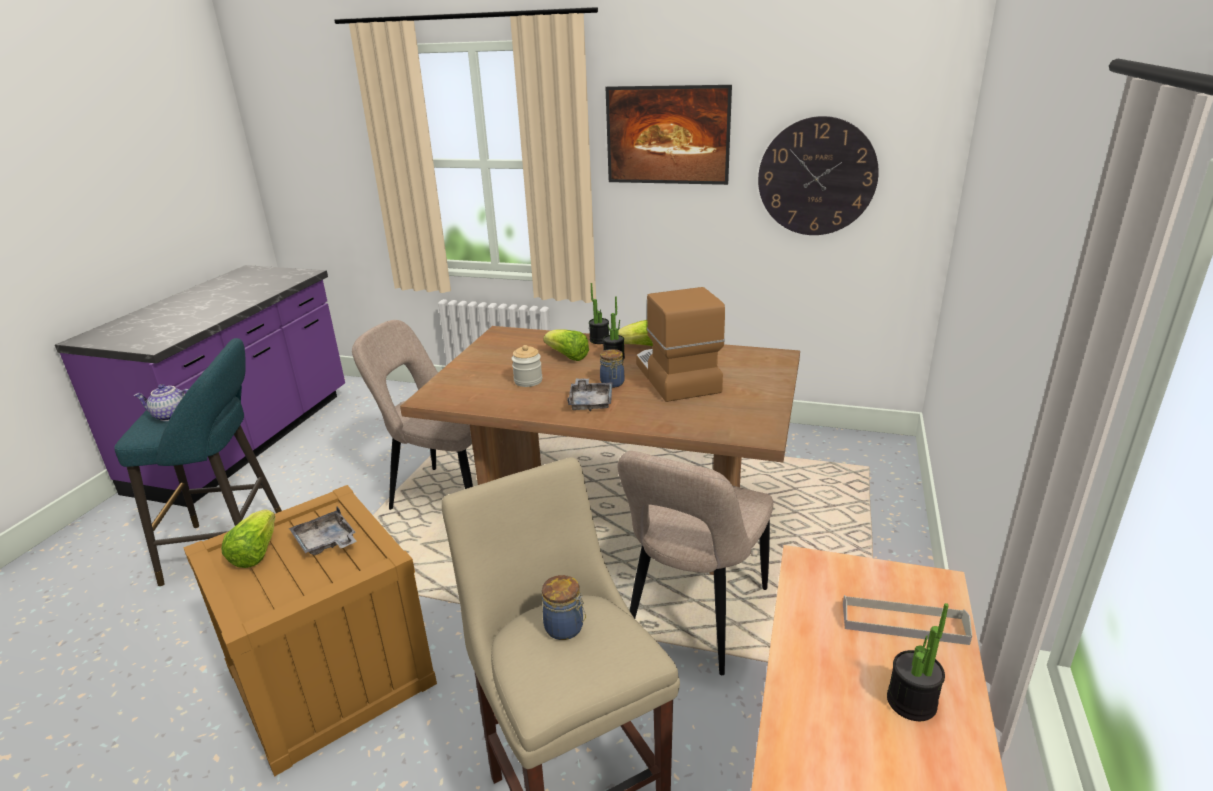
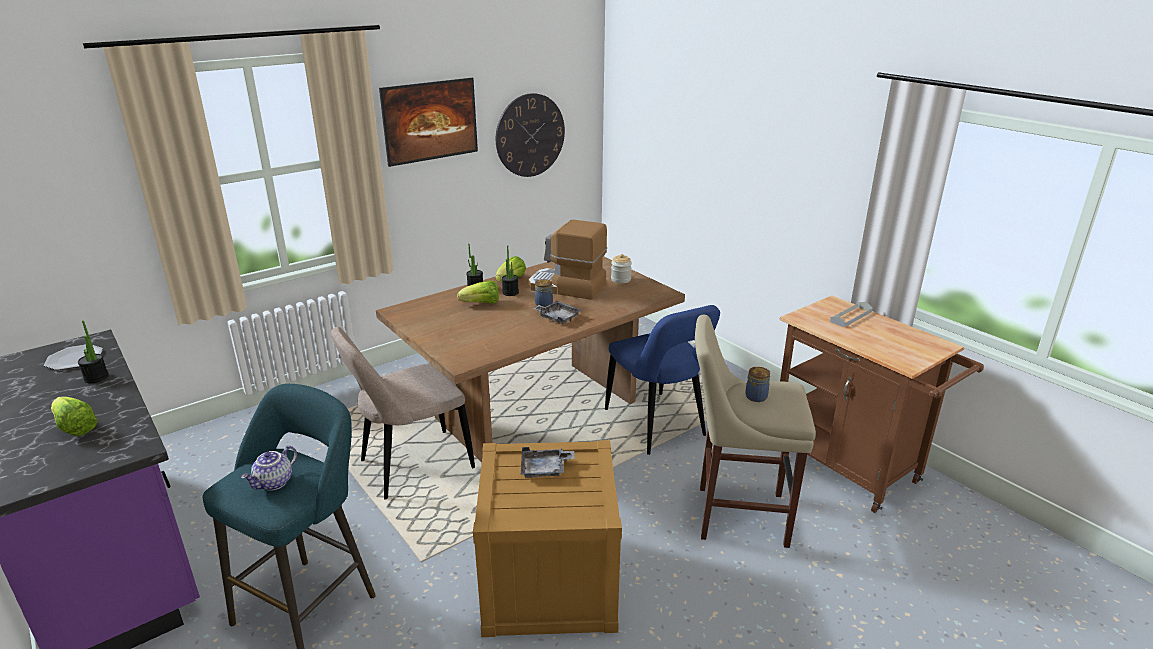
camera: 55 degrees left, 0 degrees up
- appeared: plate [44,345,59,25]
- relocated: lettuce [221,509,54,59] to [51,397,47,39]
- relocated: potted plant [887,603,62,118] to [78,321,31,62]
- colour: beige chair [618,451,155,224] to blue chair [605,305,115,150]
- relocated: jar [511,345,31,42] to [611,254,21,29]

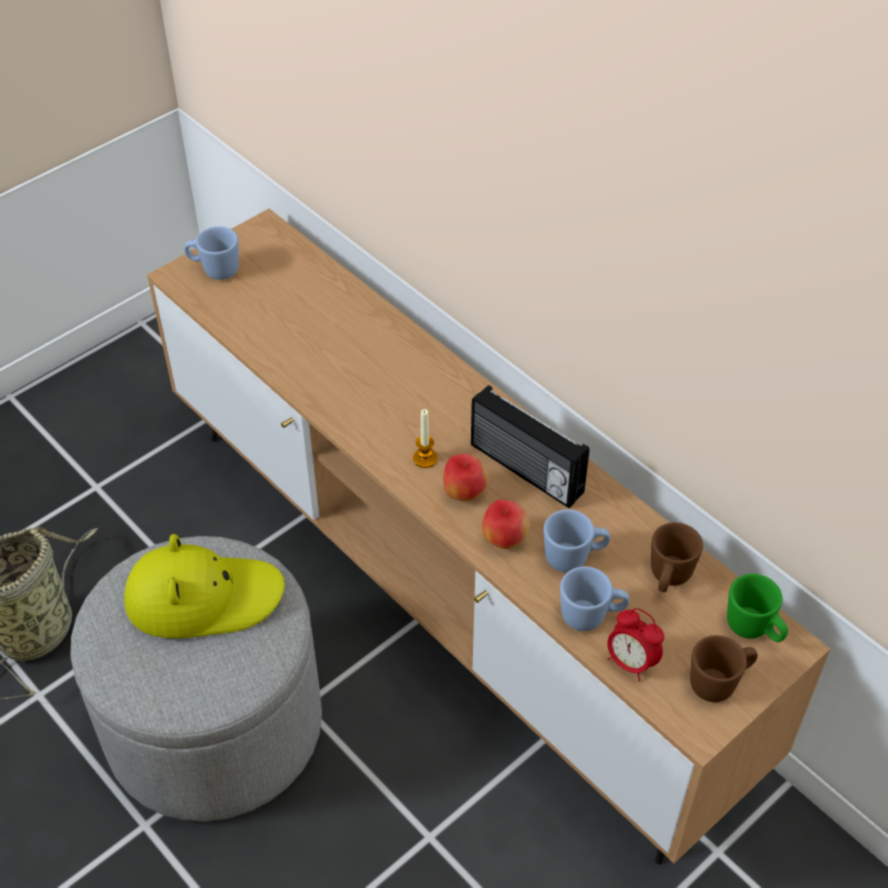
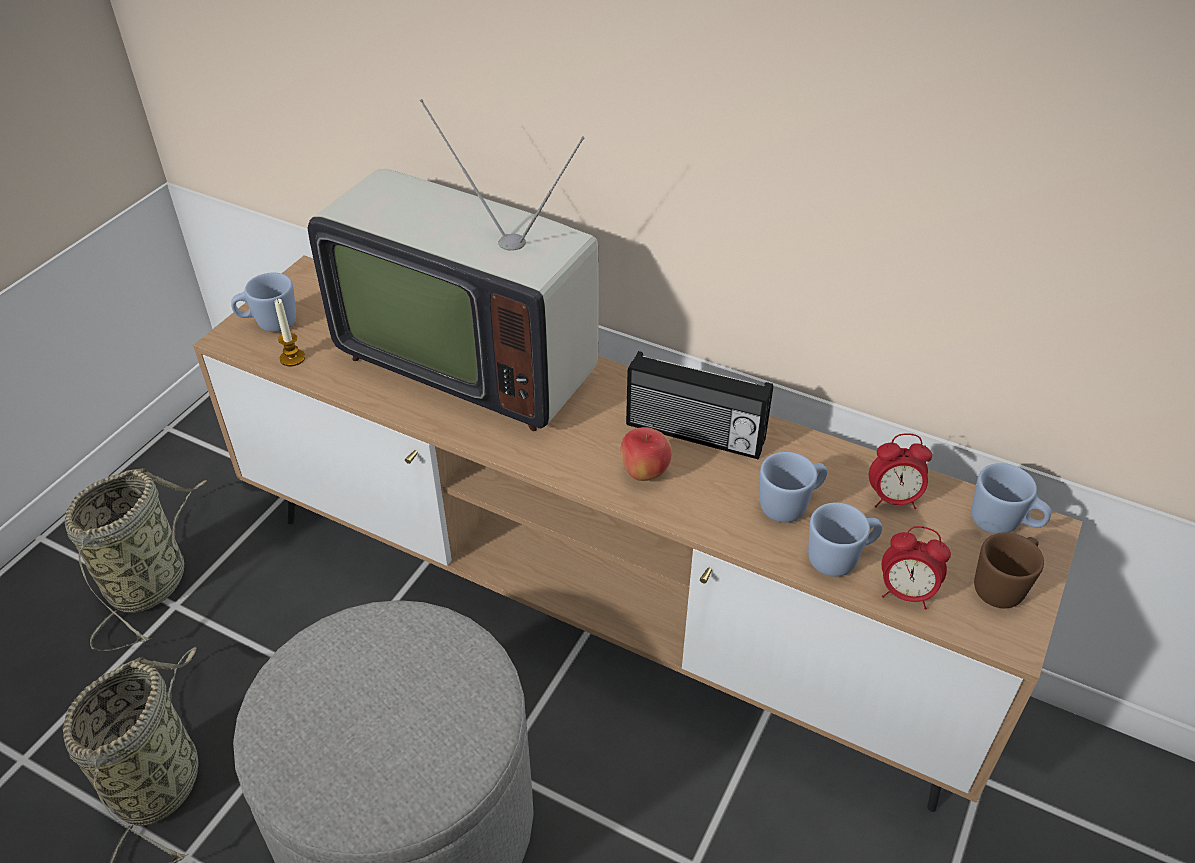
camera: 20 degrees left, 5 degrees down
- appeared: basket [65,468,142,183]
- relocated: candle [413,409,24,59] to [275,299,30,67]
- appeared: television [307,99,292,332]
- exchanged: brown mug [651,522,52,70] to alarm clock [869,433,63,76]
- colour: green mug [727,574,61,68] to blue mug [971,463,81,71]
- missing: yellow hat [124,534,161,104]
- missing: apple [482,499,48,50]

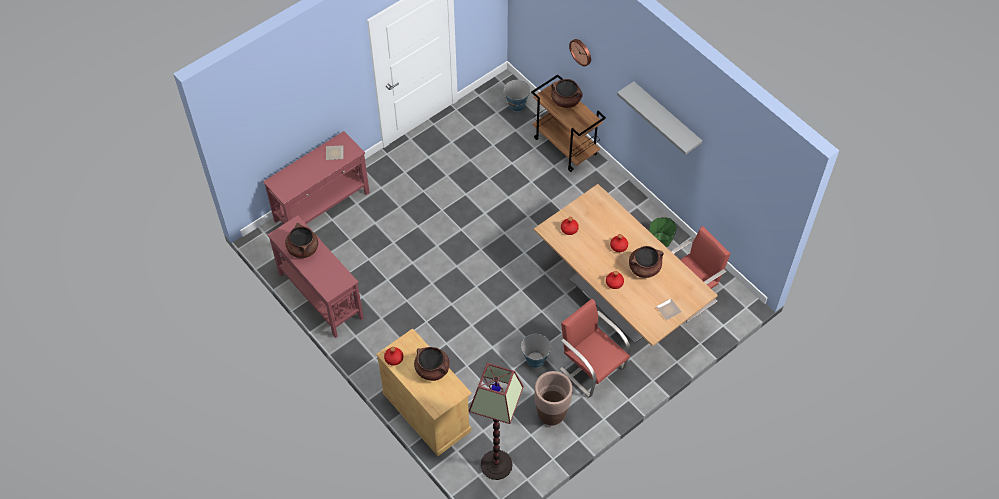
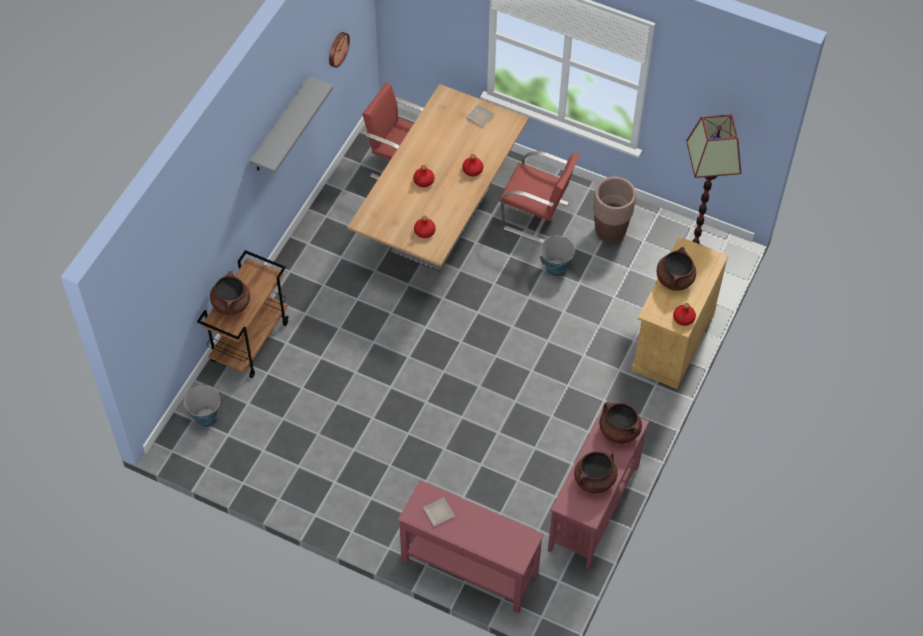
camera: 115 degrees left, 0 degrees up
- relocated: wall clock [569,39,22,27] to [329,32,21,36]
- spun: red chair [560,299,71,99] = [499,151,81,92] 90 degrees counterclockwise
- relocated: brown cooking pot [629,246,35,32] to [599,402,43,42]
- missing: green bucket [649,217,28,30]

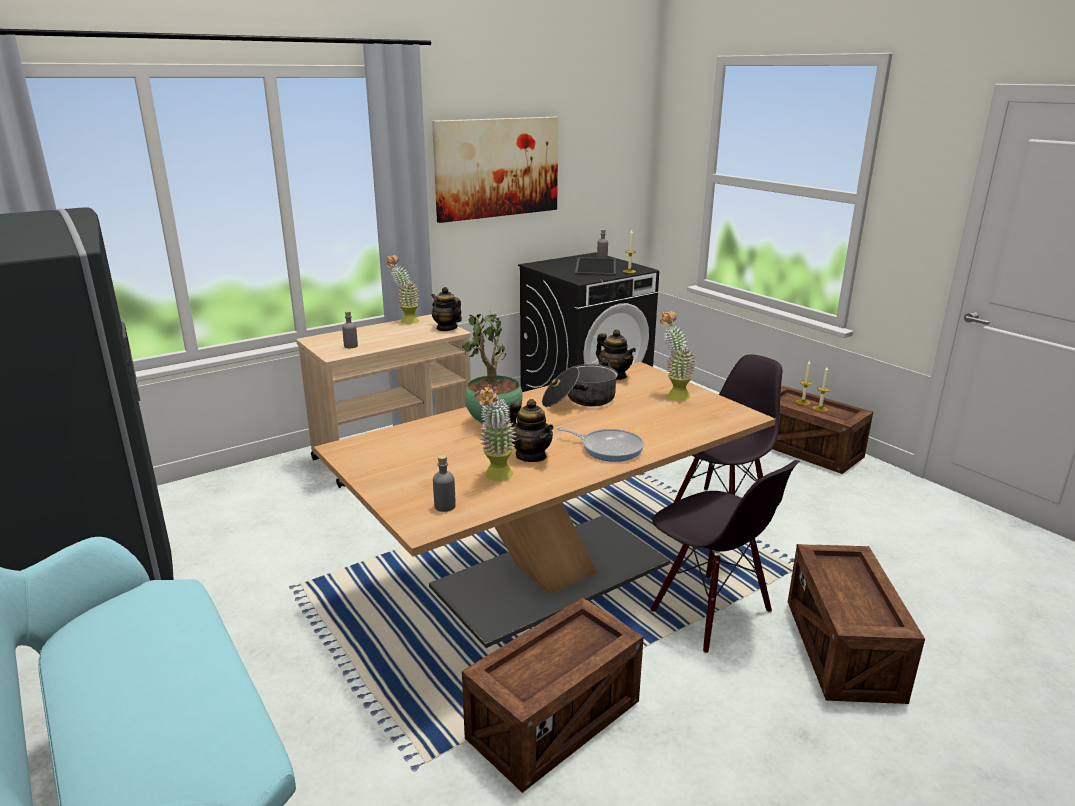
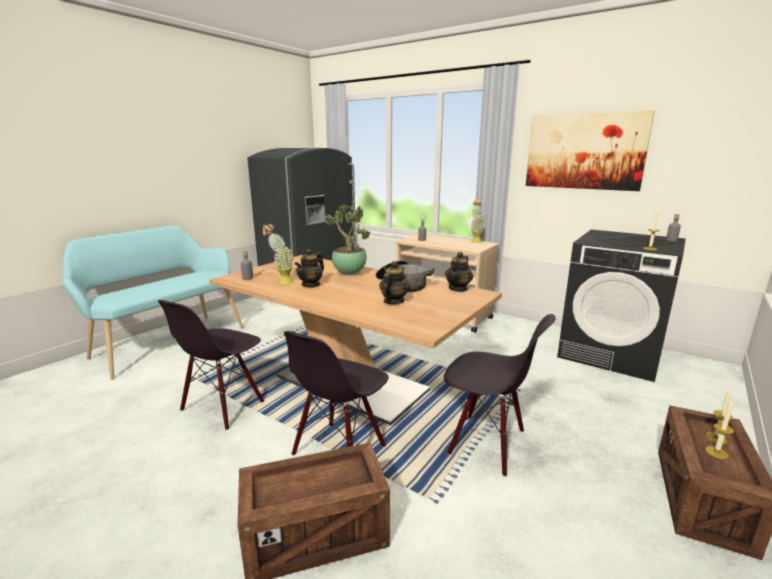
camera: 70 degrees right, 5 degrees down
- exchanged: crate [462,597,182,196] to black chair [158,300,106,131]
- relocated: teapot [431,287,31,44] to [379,261,30,43]
- missing: frying pan [556,427,88,35]
- missing: potted plant [660,311,35,90]

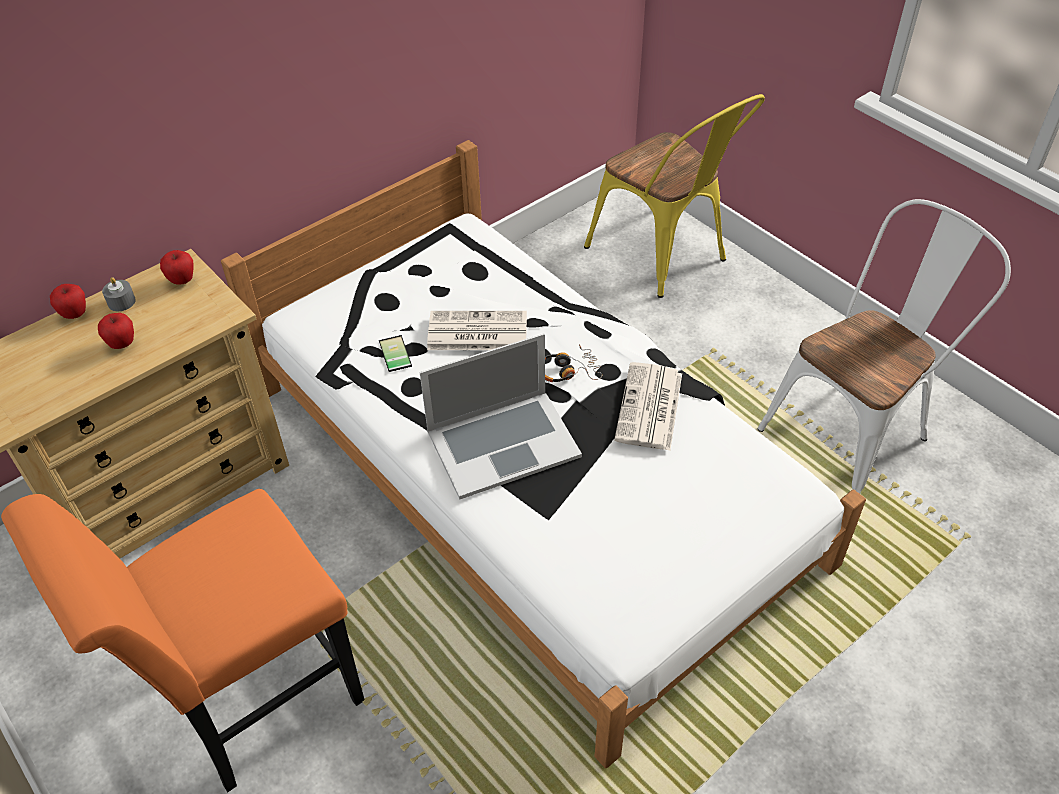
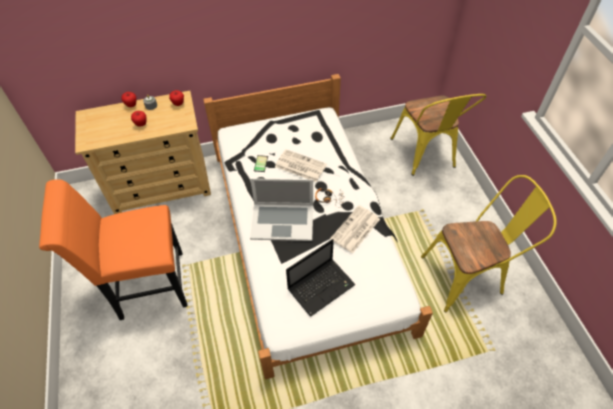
camera: 25 degrees right, 5 degrees up
- appeared: laptop [286,239,70,78]
- colour: white chair [758,199,253,295] to yellow chair [421,175,136,137]

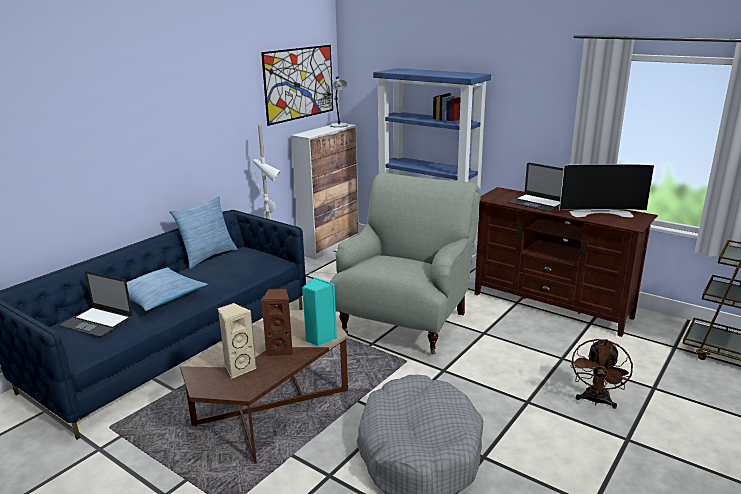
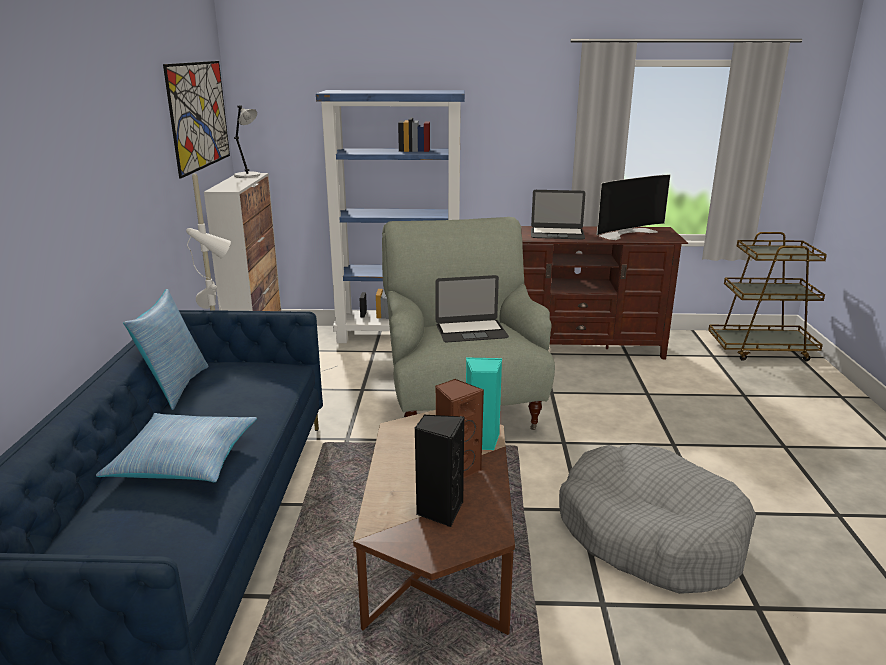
camera: 35 degrees left, 0 degrees up
- colour: beige speaker [218,303,39,75] to black speaker [415,414,49,113]
- relocated: laptop [60,271,72,66] to [435,275,74,67]
- missing: brown fan [570,339,63,70]

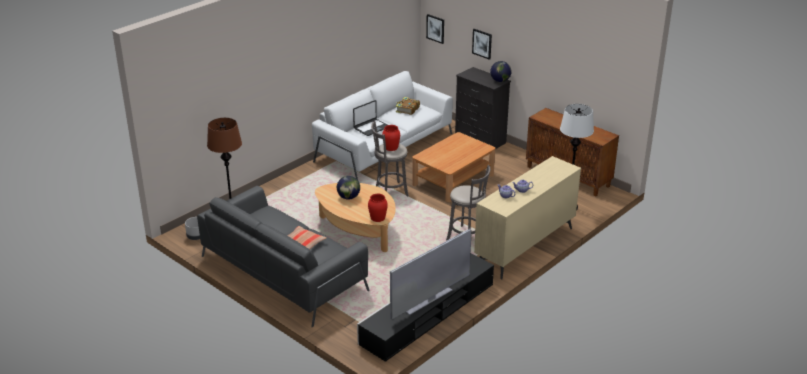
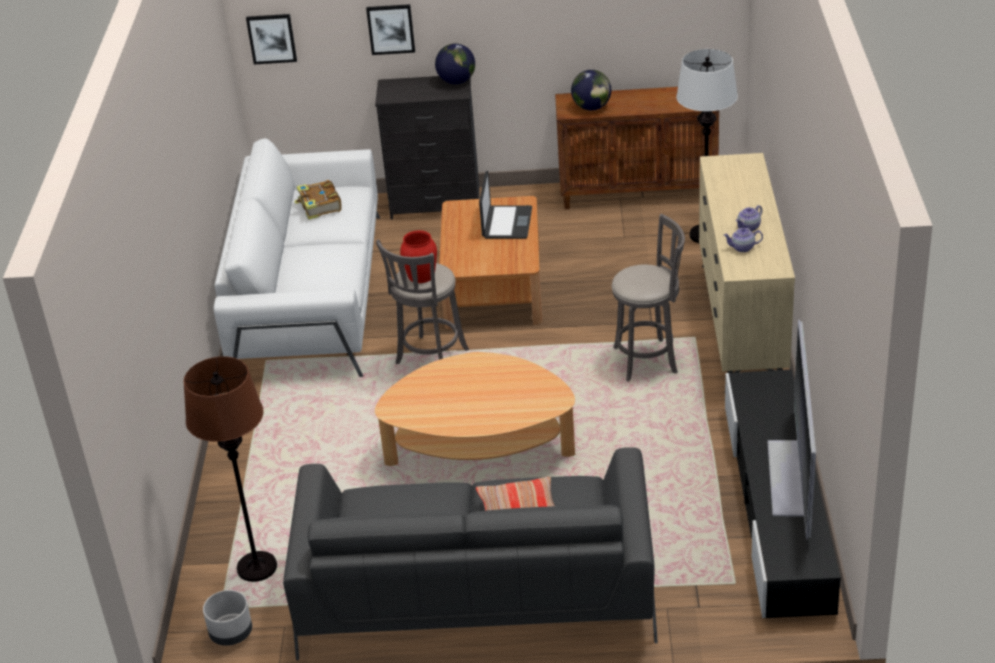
camera: 40 degrees left, 5 degrees up
- relocated: laptop [353,100,34,36] to [479,171,53,68]
- relocated: globe [337,176,23,23] to [571,70,40,40]
- missing: red vase [368,194,20,28]

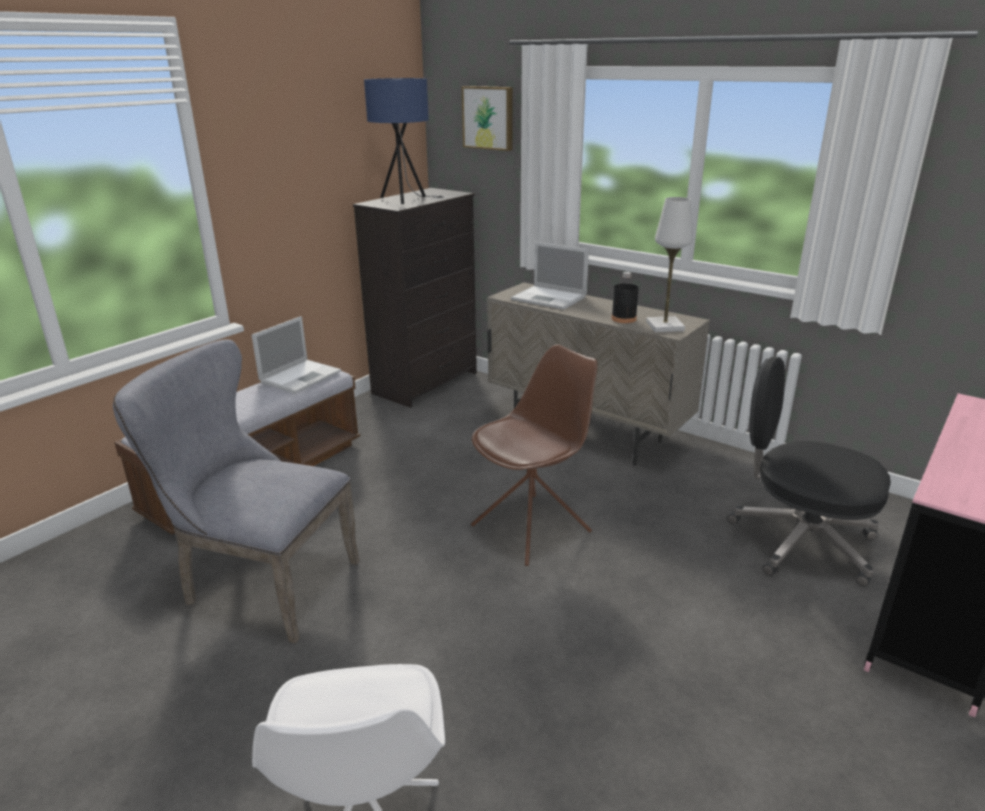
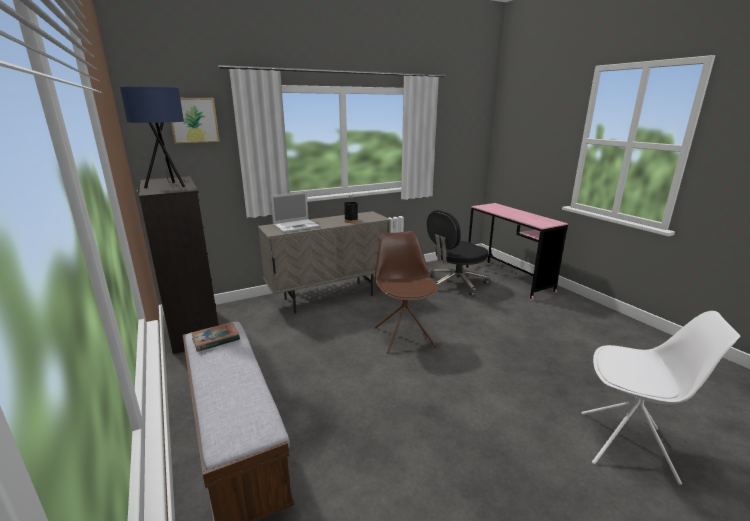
camera: 65 degrees left, 5 degrees down
- exchanged: laptop [251,316,90,78] to book [191,322,49,30]
- missing: grey chair [113,339,247,305]
- missing: white table lamp [646,197,47,135]

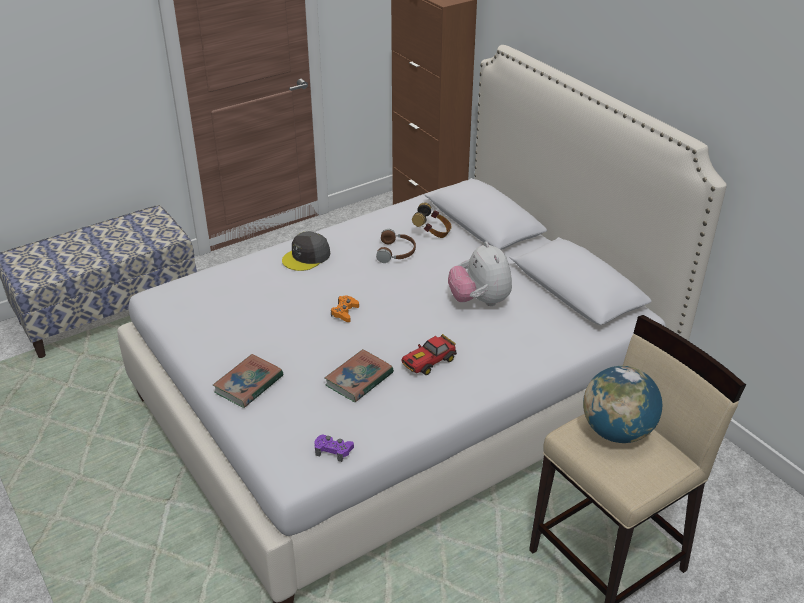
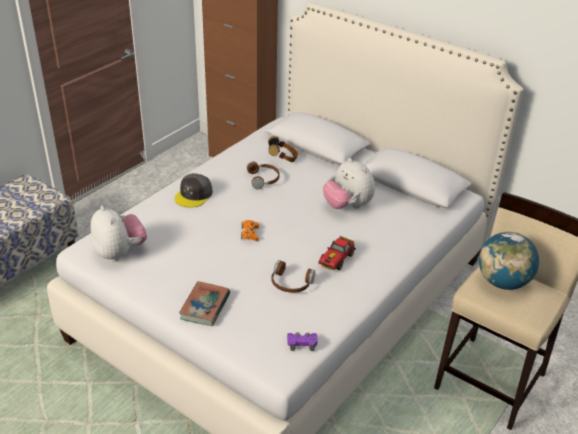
camera: 20 degrees left, 0 degrees up
- appeared: plush toy [91,206,56,56]
- exchanged: book [325,349,69,53] to brown headphones [271,260,44,33]

